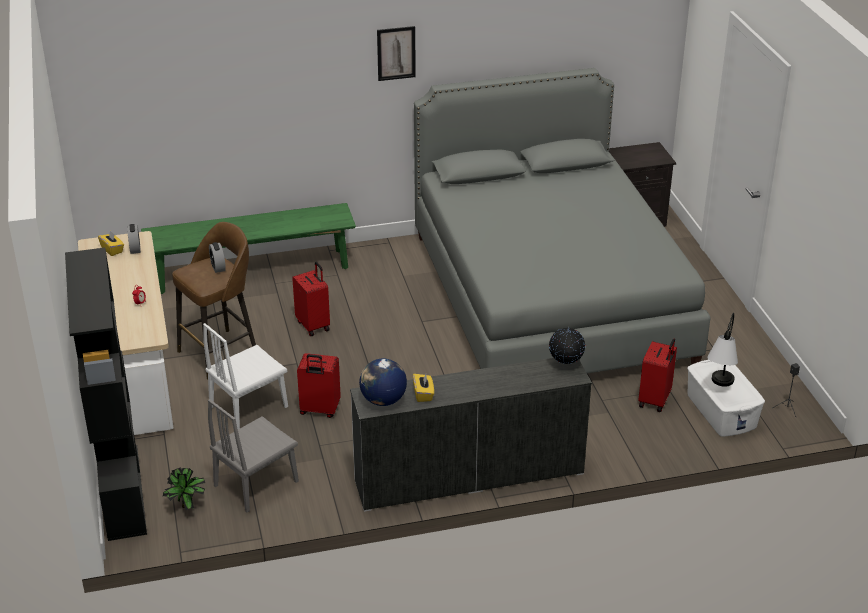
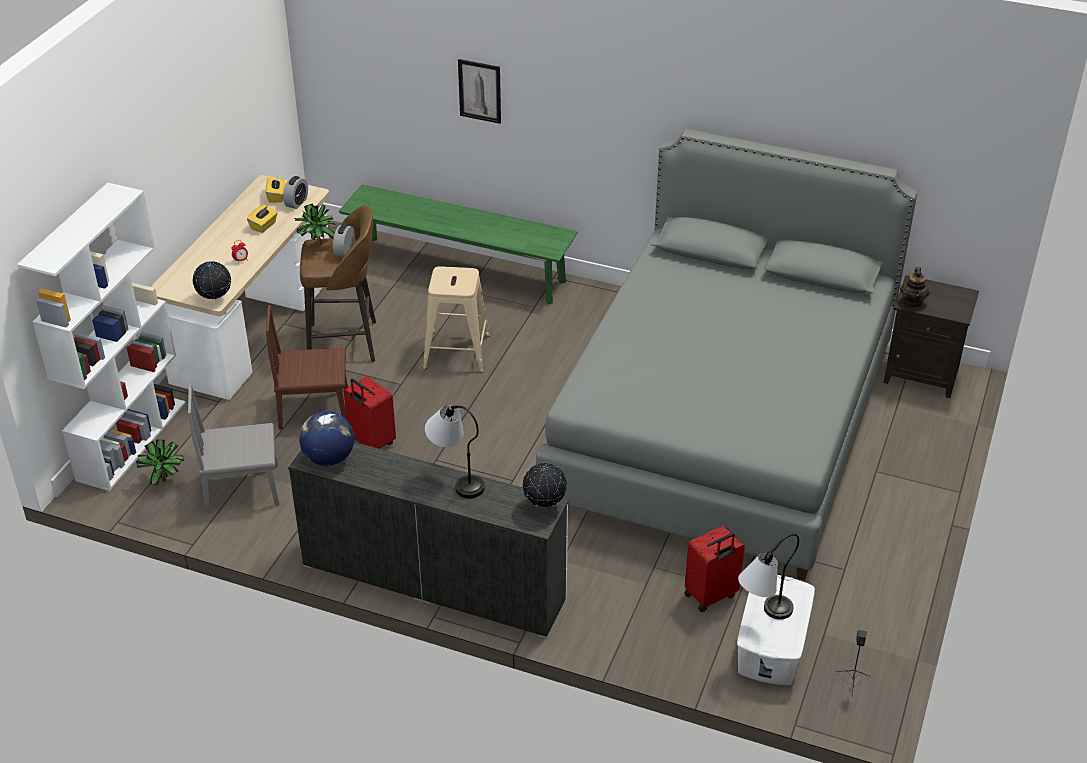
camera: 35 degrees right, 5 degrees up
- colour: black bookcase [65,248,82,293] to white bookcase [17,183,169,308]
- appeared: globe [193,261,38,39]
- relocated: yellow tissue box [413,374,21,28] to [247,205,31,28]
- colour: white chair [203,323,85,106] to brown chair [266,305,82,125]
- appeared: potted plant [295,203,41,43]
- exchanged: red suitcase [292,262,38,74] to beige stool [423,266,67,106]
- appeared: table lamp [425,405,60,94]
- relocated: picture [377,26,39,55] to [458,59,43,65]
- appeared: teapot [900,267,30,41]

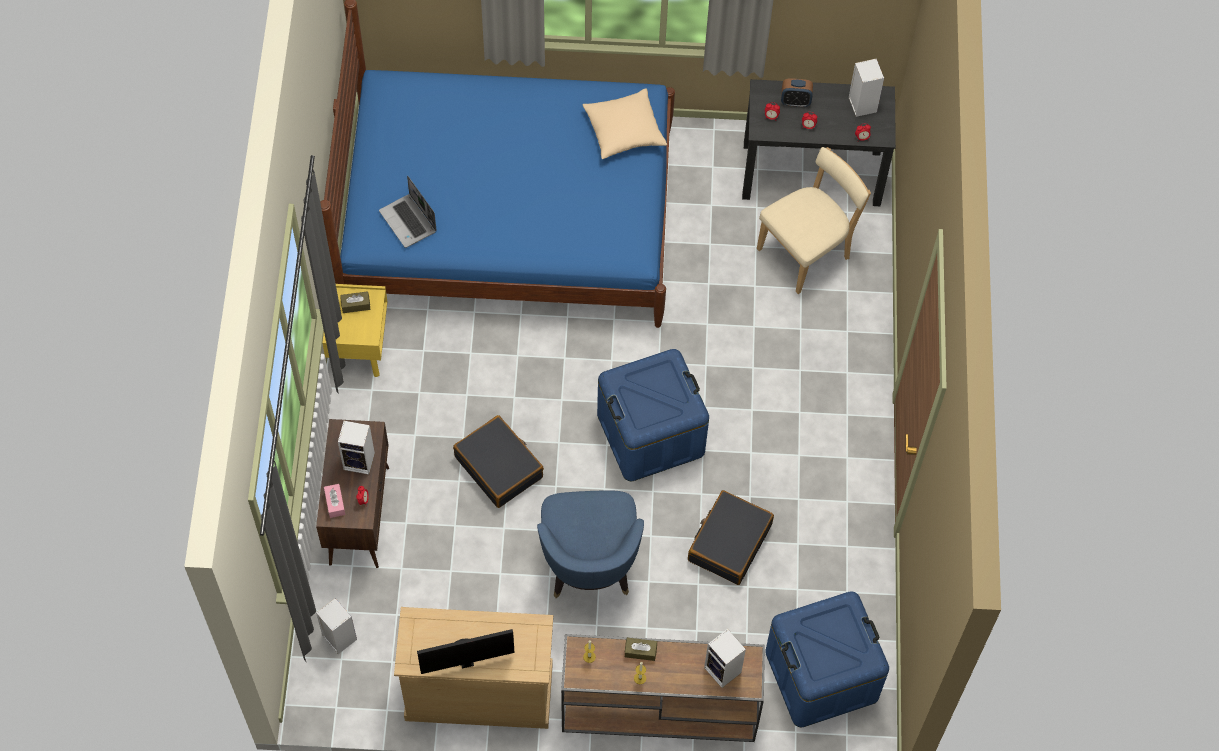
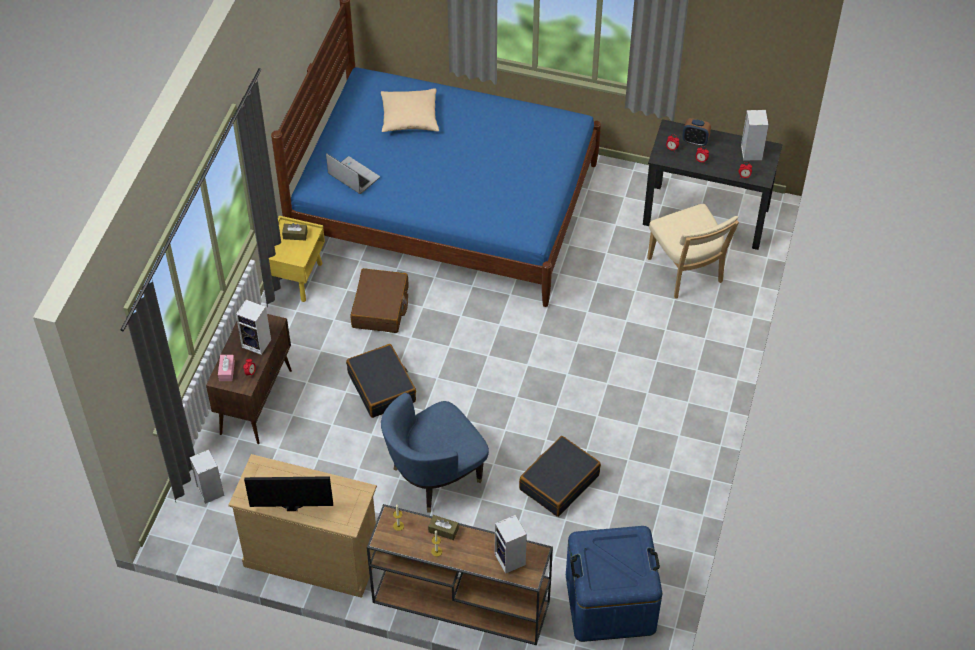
camera: 15 degrees right, 10 degrees down
- spun: laptop [379,175,58,73] = [326,153,54,41] 150 degrees clockwise
- appeared: brown suitcase [351,268,58,65]
- relocated: beige pillow [583,88,84,71] to [381,88,58,44]
- spun: blue armchair [537,491,107,107] = [381,393,108,120] 45 degrees clockwise
- spun: beige chair [757,147,114,147] = [647,204,92,95] 90 degrees clockwise
- missing: blue storage box [597,349,112,132]

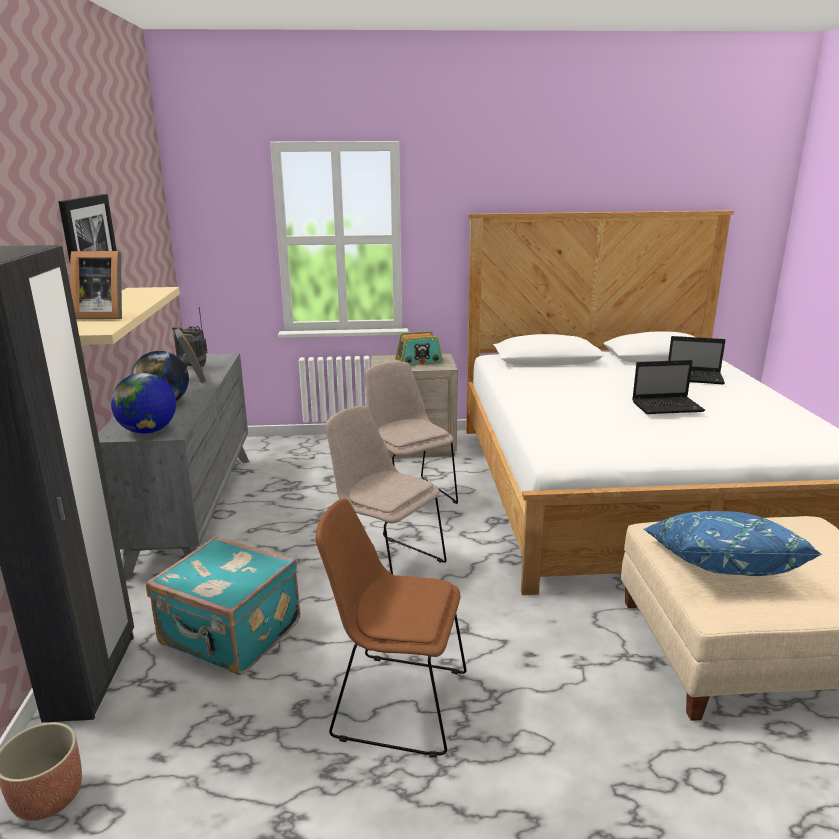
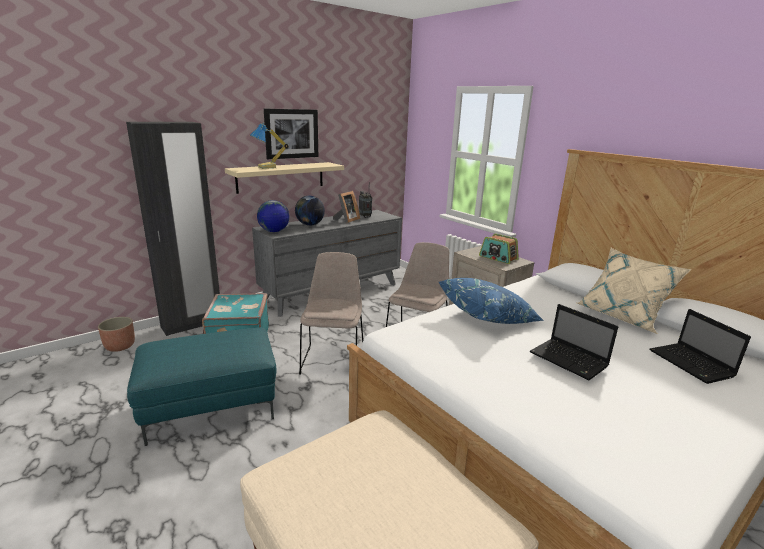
camera: 55 degrees right, 0 degrees up
- exchanged: brown chair [315,498,151,260] to turquoise ottoman [127,327,149,119]
- exchanged: picture frame [70,251,52,68] to table lamp [250,123,39,46]
- relocated: blue pillow [644,511,178,65] to [439,278,105,46]
- appeared: beige pillow [577,248,115,86]

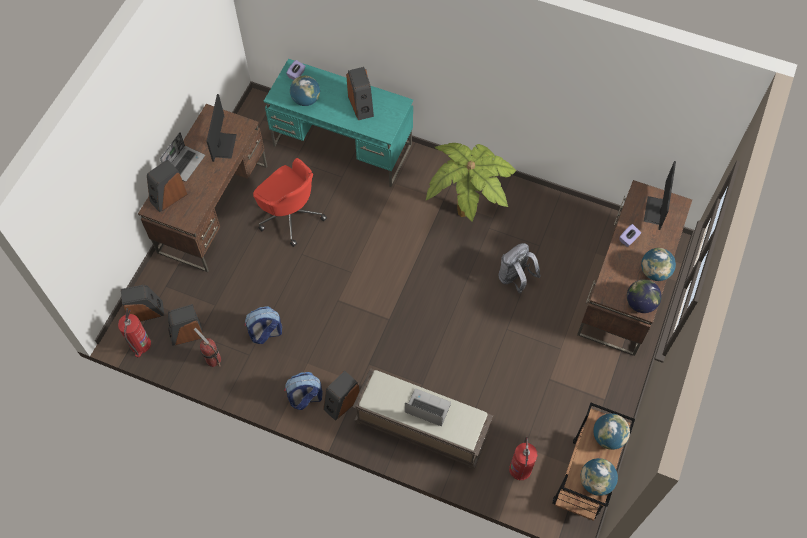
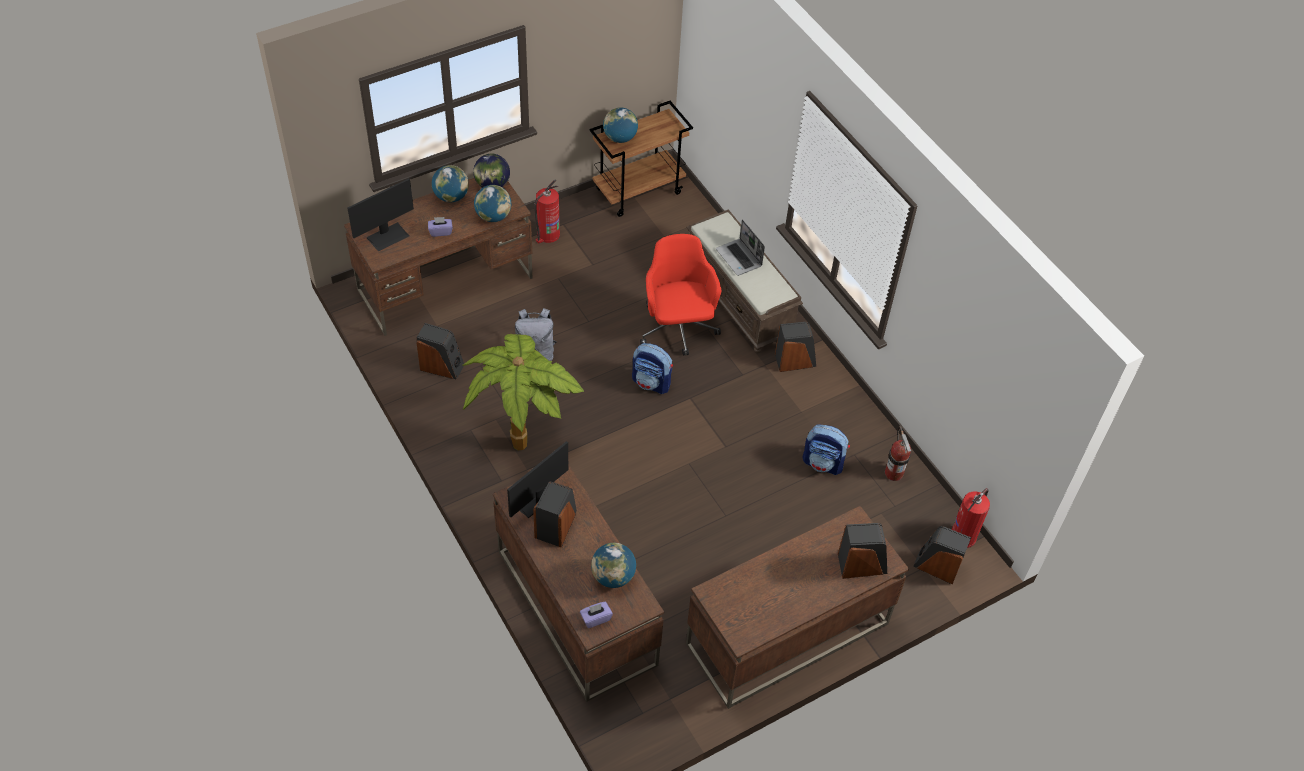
camera: 145 degrees left, 10 degrees down
- relocated: speaker [168,304,36,42] to [416,323,48,57]
- relocated: globe [581,458,37,38] to [474,185,37,37]
- colour: turquoise desk [264,59,149,128] to brown desk [493,464,171,238]
- relocated: monitor [206,94,31,68] to [507,441,61,77]
- relocated: fire extinguisher [509,437,29,43] to [534,179,26,64]
- relocated: backpack [284,372,39,38] to [632,343,41,51]
- relocated: red office chair [253,158,74,89] to [640,234,81,122]
- missing: laptop [160,132,45,50]

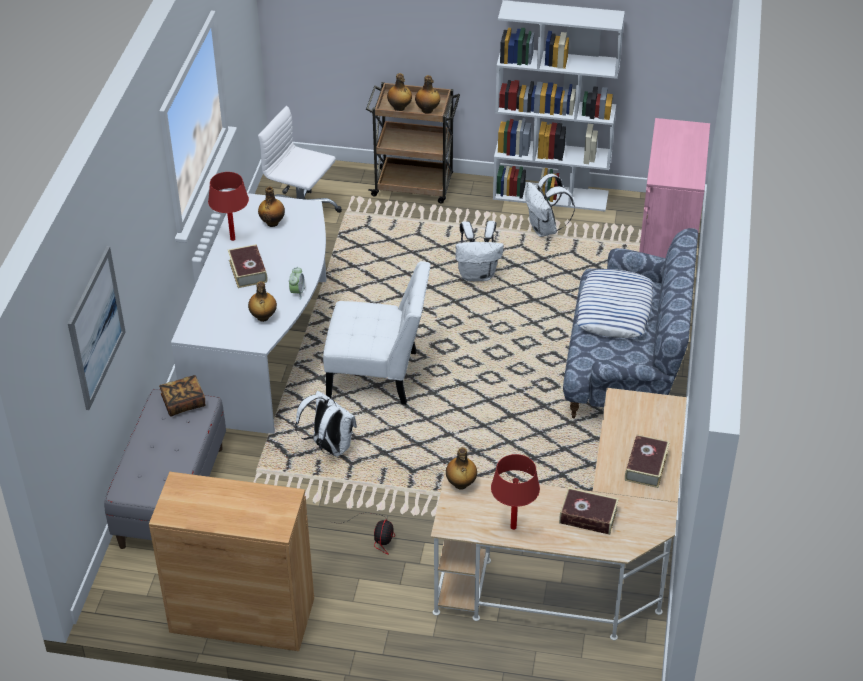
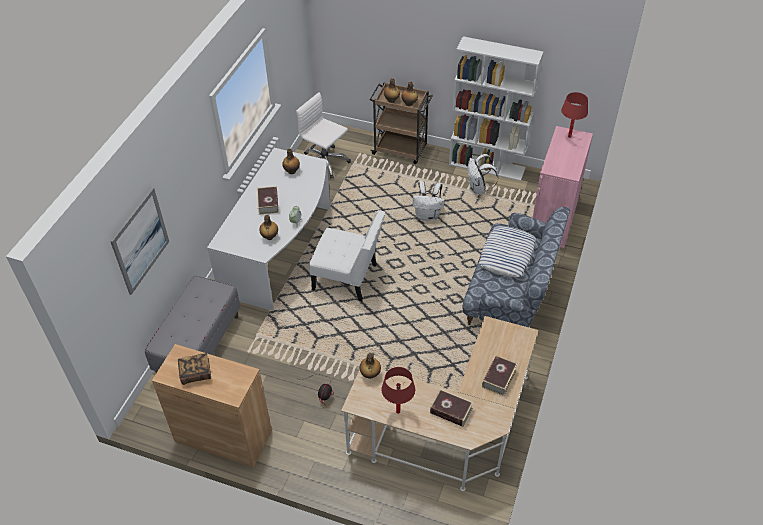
camera: 10 degrees right, 5 degrees up
- relocated: book [159,375,46,41] to [178,353,33,32]
- relocated: red table lamp [208,172,41,69] to [561,92,27,46]
- missing: white backpack [295,391,62,66]

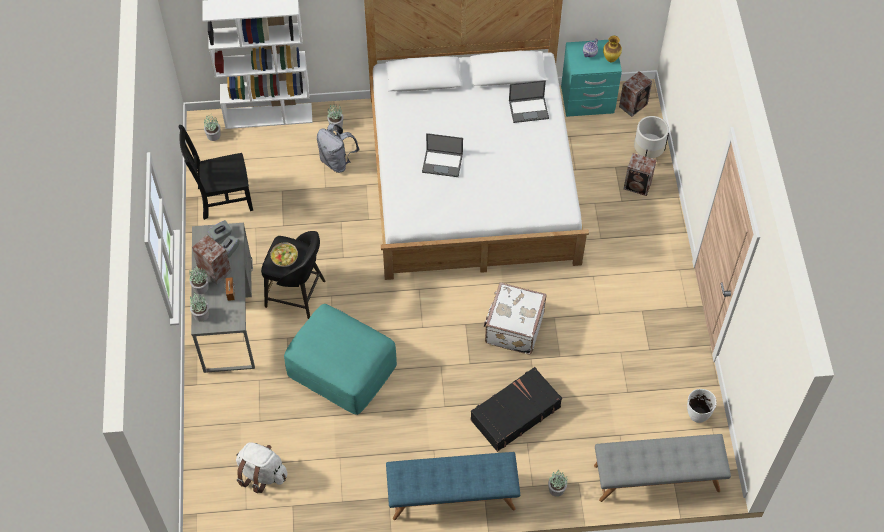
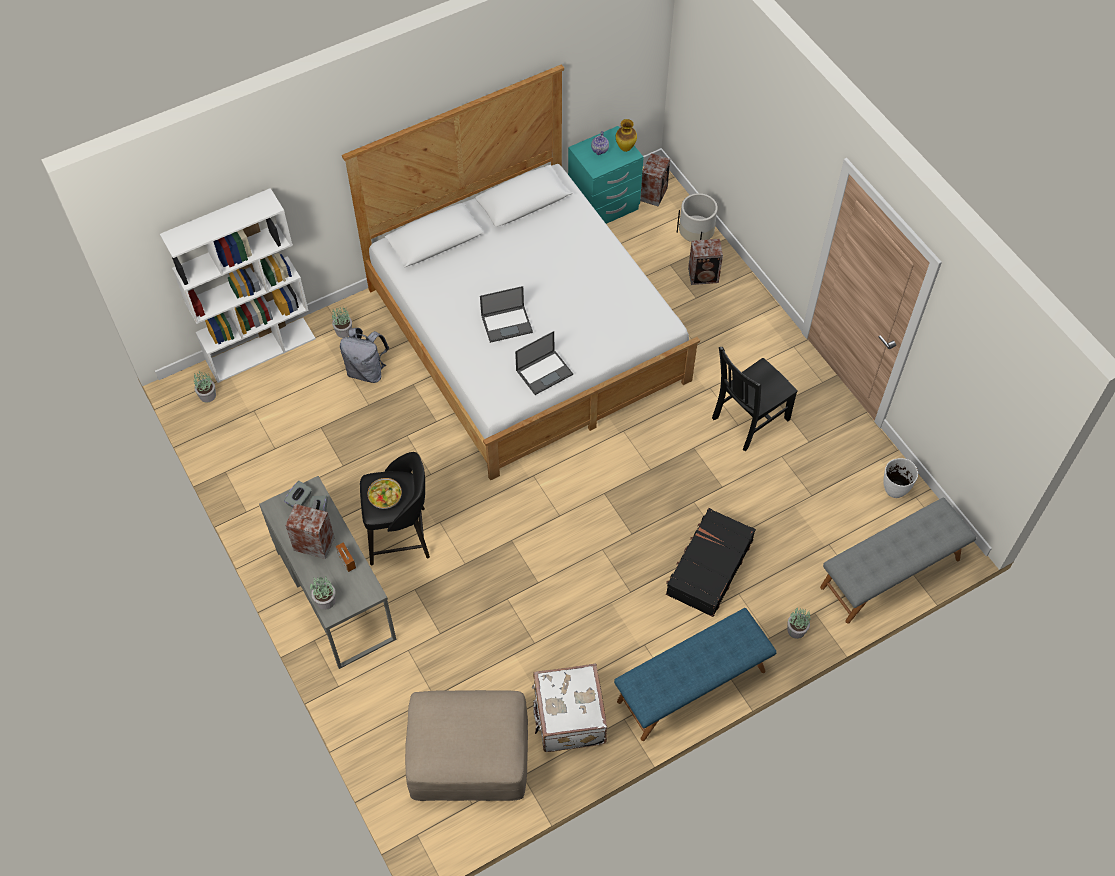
camera: 25 degrees left, 0 degrees up
- exchanged: white backpack [236,442,52,51] to beige ottoman [405,690,123,111]
- relocated: laptop [509,80,40,43] to [515,331,58,64]
- relocated: white suitcase [484,282,63,72] to [532,664,75,88]
- relocated: black chair [179,125,74,95] to [712,347,86,104]
- missing: potted plant [189,266,20,28]
- missing: turquoise ottoman [284,304,113,111]

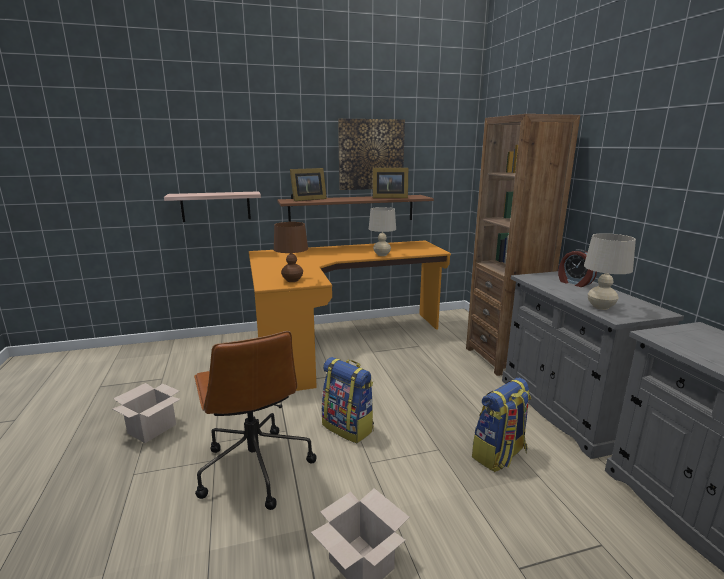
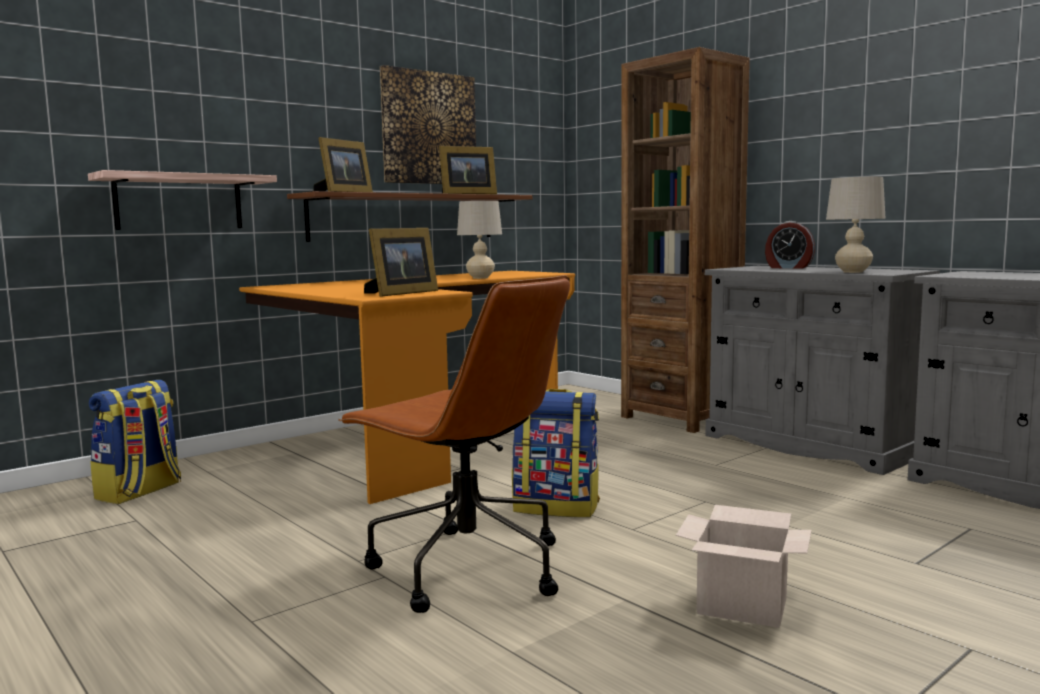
camera: 25 degrees left, 10 degrees down
- relocated: backpack [472,378,59,94] to [89,380,92,124]
- exchanged: brown table lamp [274,222,34,60] to picture frame [364,228,74,69]
- missing: cardboard box [113,383,67,60]

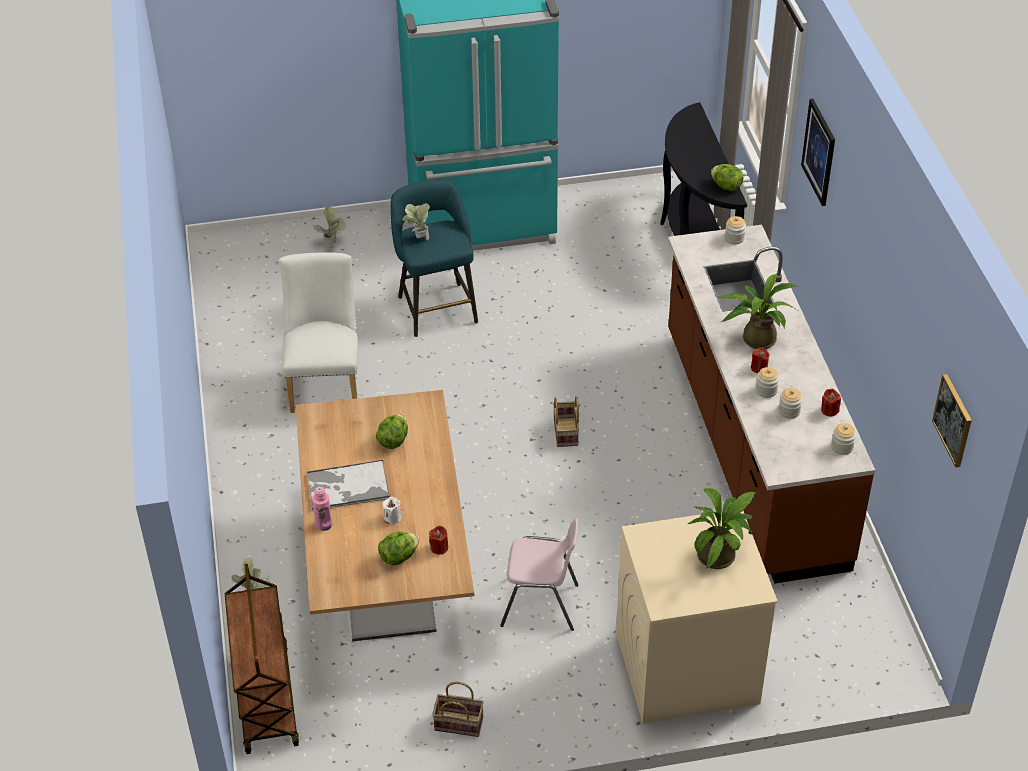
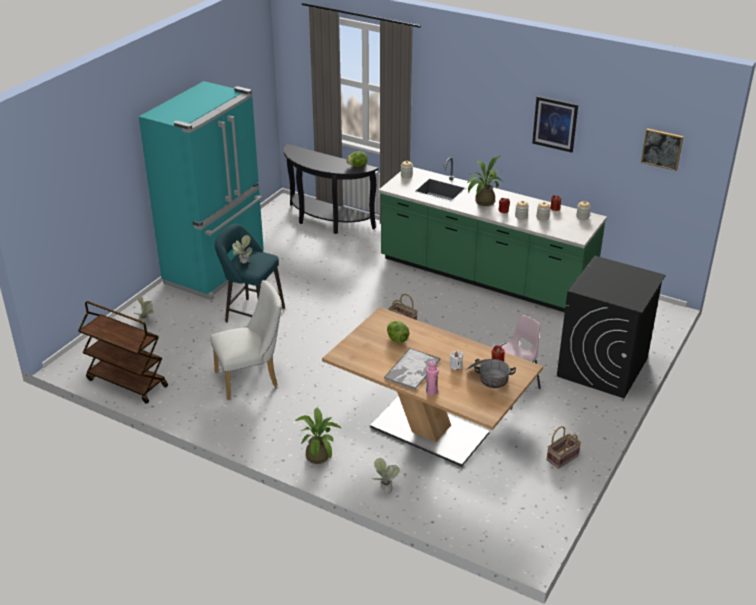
camera: 50 degrees left, 10 degrees down
- relocated: brown cart [225,564,74,190] to [78,301,90,103]
- spun: white chair [279,252,79,161] = [210,280,72,120] 120 degrees clockwise
- relocated: potted plant [687,488,70,81] to [295,407,47,57]
- colour: brown counter [668,225,207,359] to green counter [379,157,228,155]
- exchanged: lettuce [378,531,41,35] to cooking pot [466,359,50,29]
- relocated: picture [801,99,34,107] to [532,96,46,57]
- colour: beige washing machine [616,511,162,213] to black washing machine [557,256,109,142]

